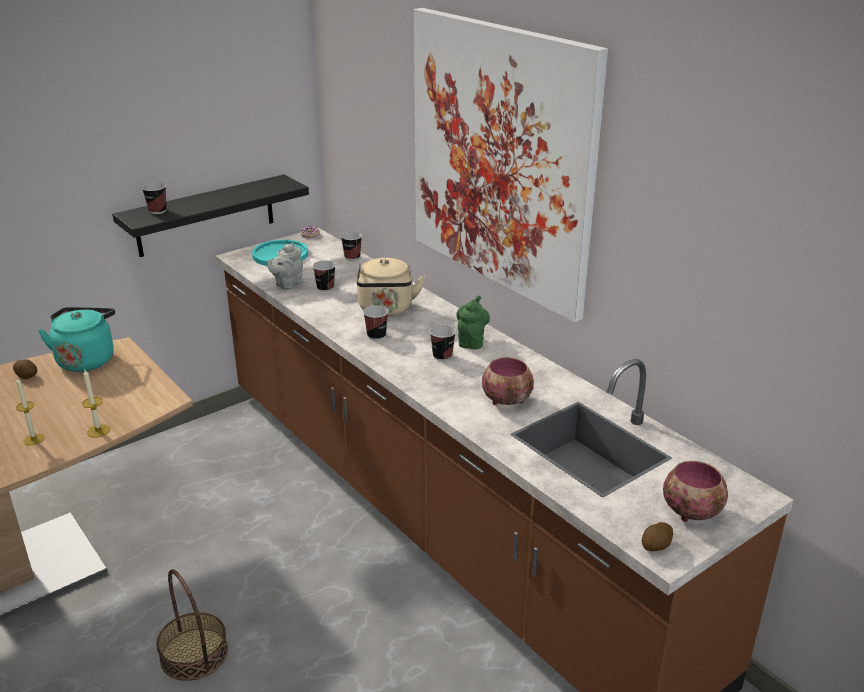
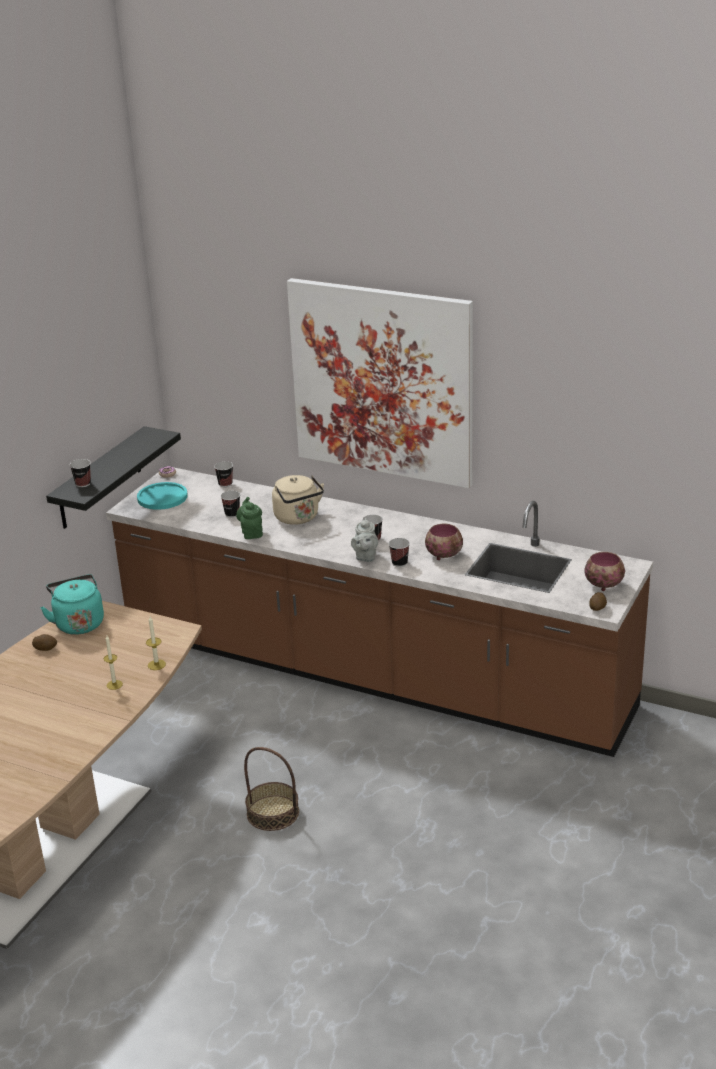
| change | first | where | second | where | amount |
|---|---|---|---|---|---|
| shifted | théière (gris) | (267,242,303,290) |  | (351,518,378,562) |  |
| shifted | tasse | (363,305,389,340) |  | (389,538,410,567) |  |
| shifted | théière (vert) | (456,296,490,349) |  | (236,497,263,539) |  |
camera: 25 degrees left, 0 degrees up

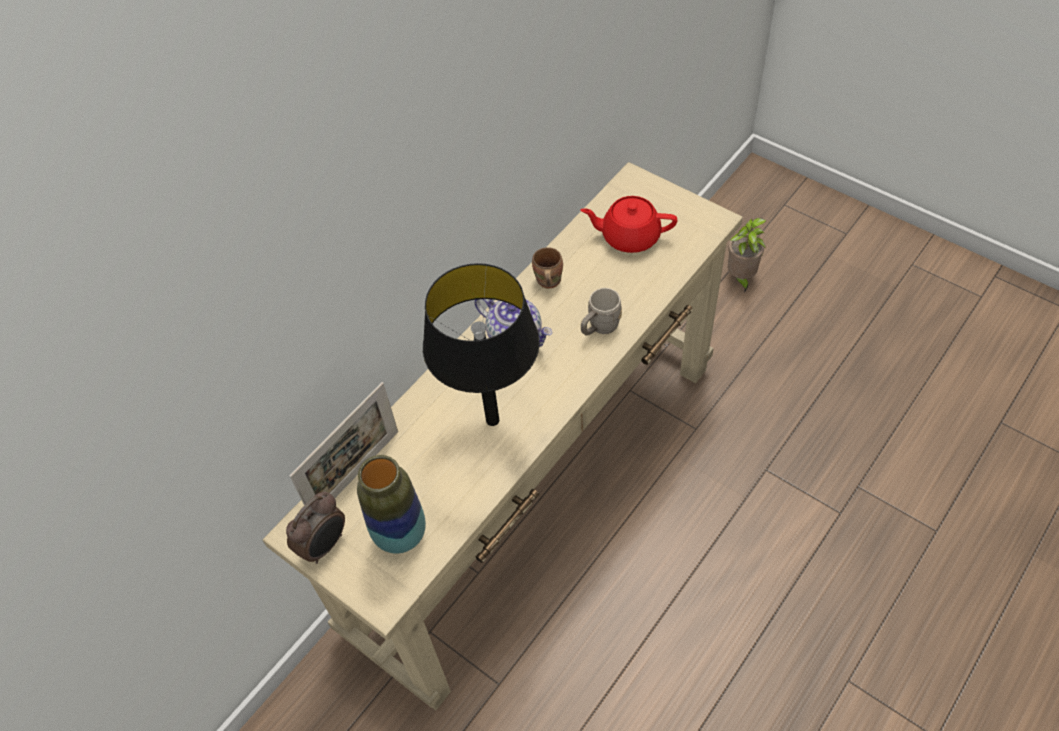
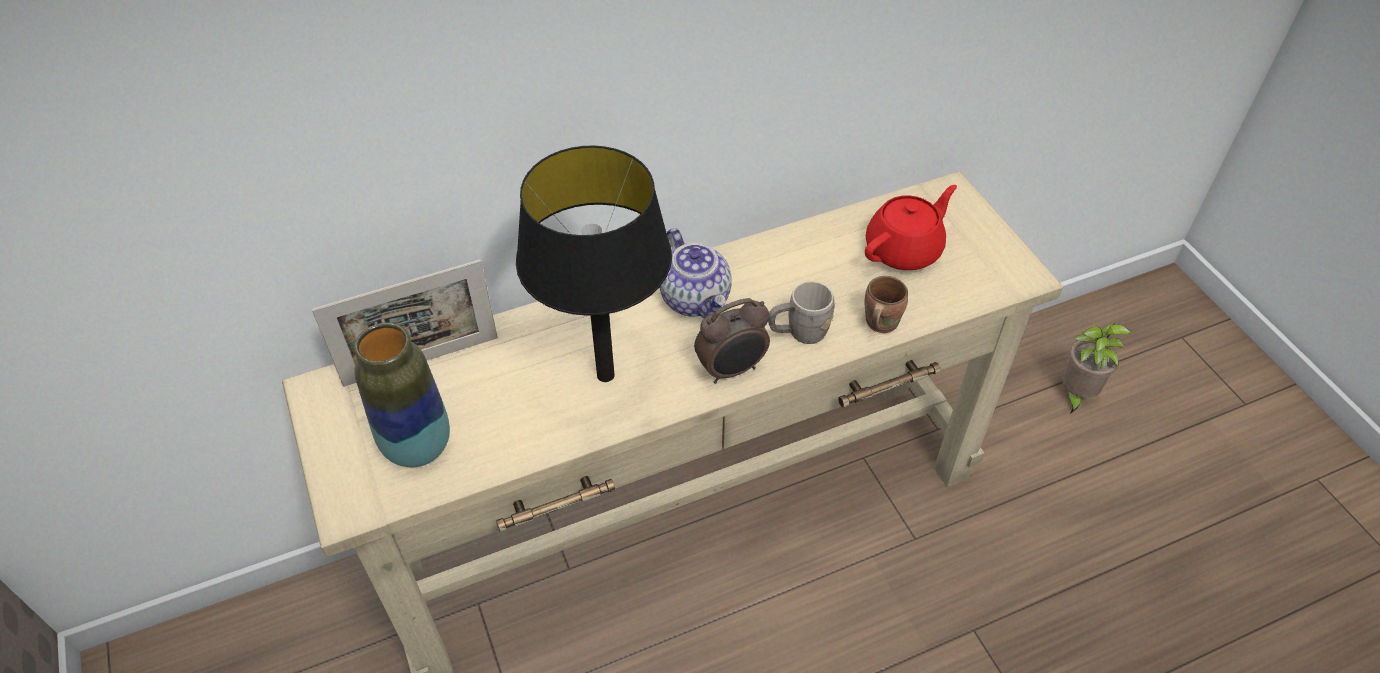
| change | first | where | second | where | amount |
|---|---|---|---|---|---|
| shifted | réveil | (286,492,345,564) |  | (694,298,770,384) |  |
| shifted | mug (marron) | (532,247,563,289) |  | (864,276,908,333) |  |
| rotated | théière (rouge) | (581,196,678,253) |  | (865,185,957,270) | 105 degrees clockwise |
camera: 25 degrees right, 5 degrees down

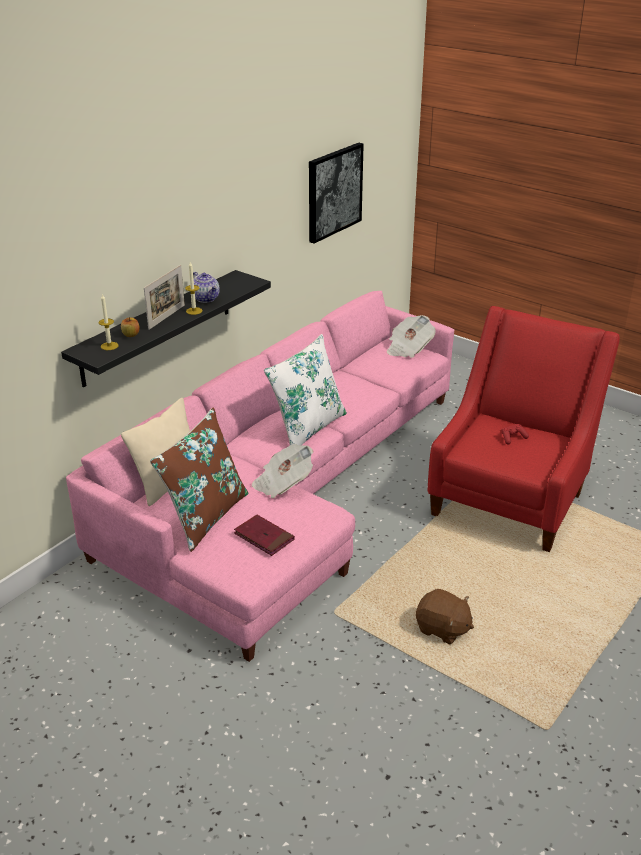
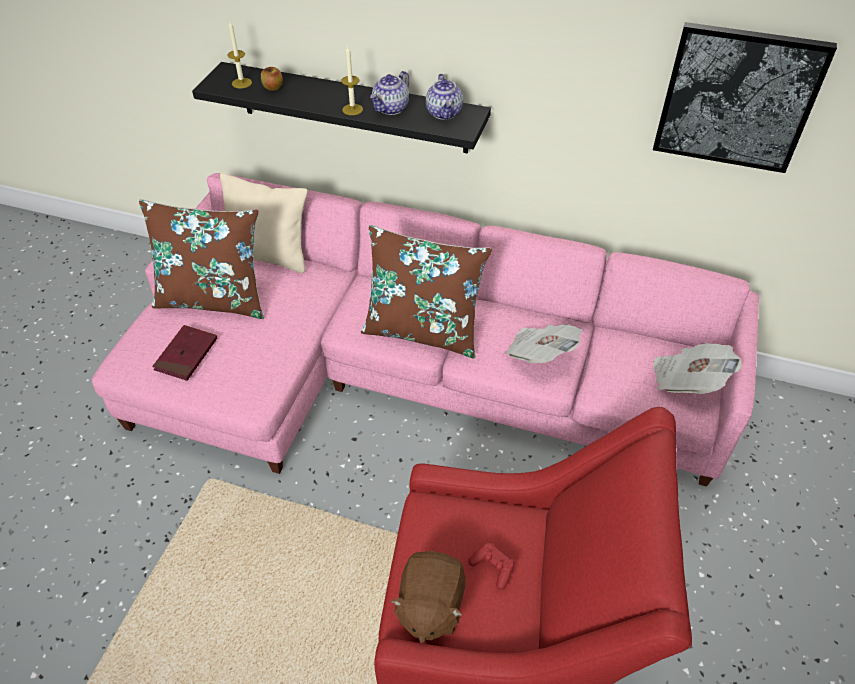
| change | first | where | second | where | amount |
|---|---|---|---|---|---|
| gone | cadre photo | (144,265,185,330) |  |  |  |
| new |  |  | théière | (426,74,463,120) |  |
| shifted | journal | (252,444,314,498) |  | (505,324,583,363) |  |
| shifted | peluche (marron) | (416,589,474,645) |  | (390,551,466,643) |  |
| repainted | coussin (blanc) | (264,334,347,446) | coussin (marron) | (361,225,492,359) |  |
camera: 70 degrees right, 15 degrees up

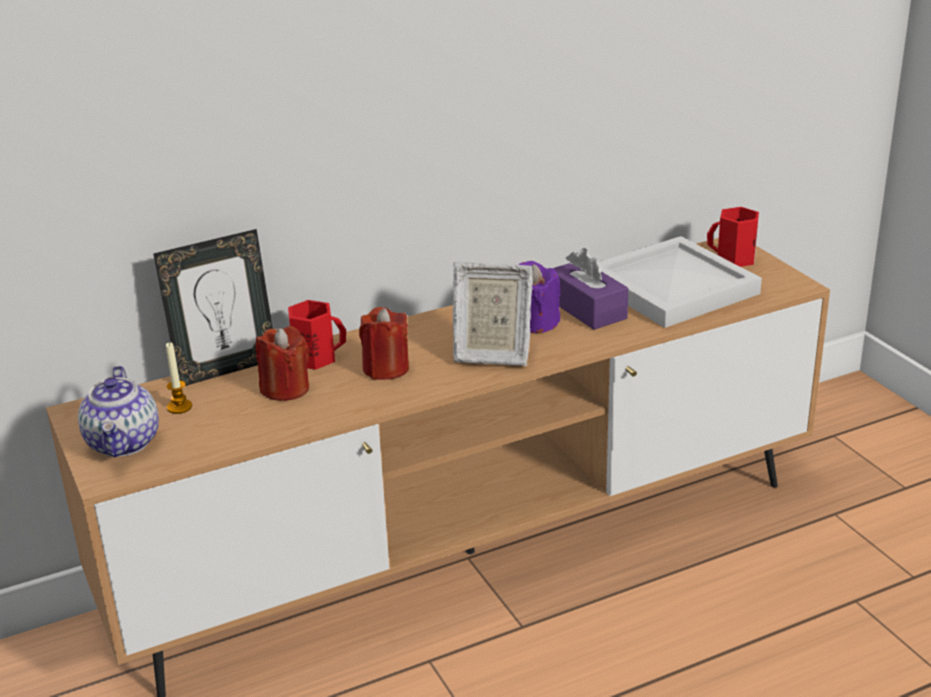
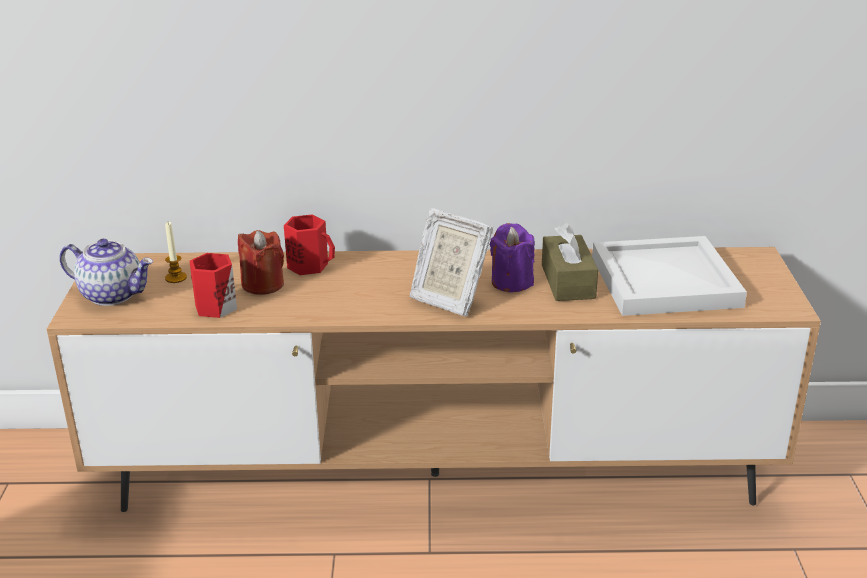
| change | first | where | second | where | amount |
|---|---|---|---|---|---|
| gone | cadre photo | (153,229,273,386) |  |  |  |
| gone | bougie (rouge) | (359,307,409,380) |  |  |  |
| shifted | mug (rouge) | (707,207,759,267) |  | (189,253,237,318) |  |
| repainted | boîte à mouchoirs (violet) | (553,248,629,330) | boîte à mouchoirs (marron) | (542,223,598,301) |  |
| rotated | théière | (78,366,159,457) |  | (59,239,153,306) | 90 degrees counterclockwise |
camera: 25 degrees right, 0 degrees up

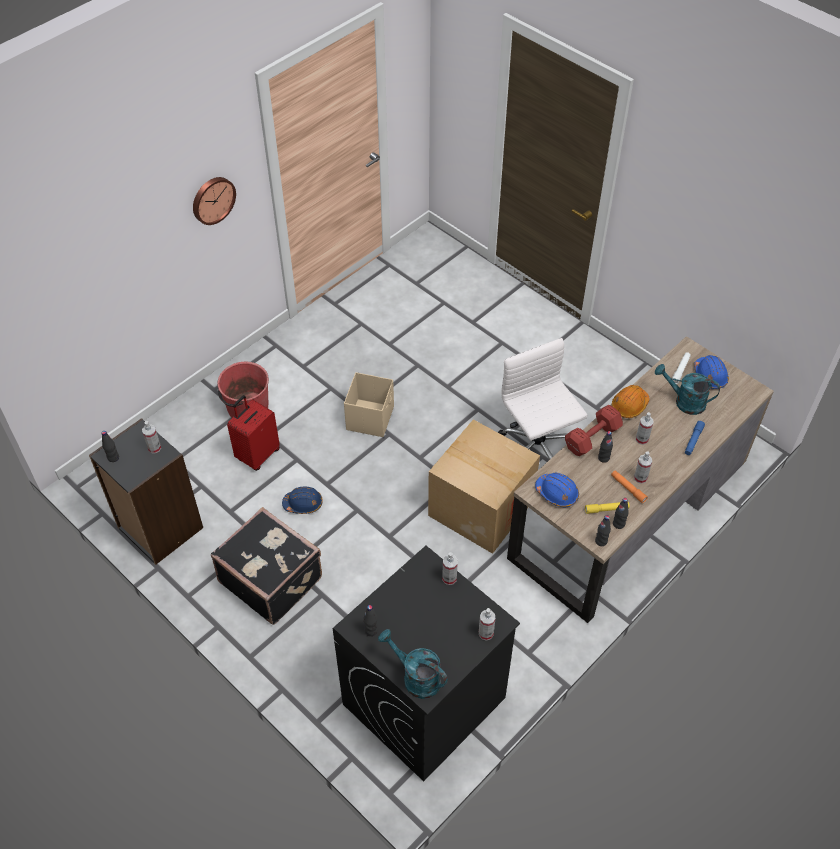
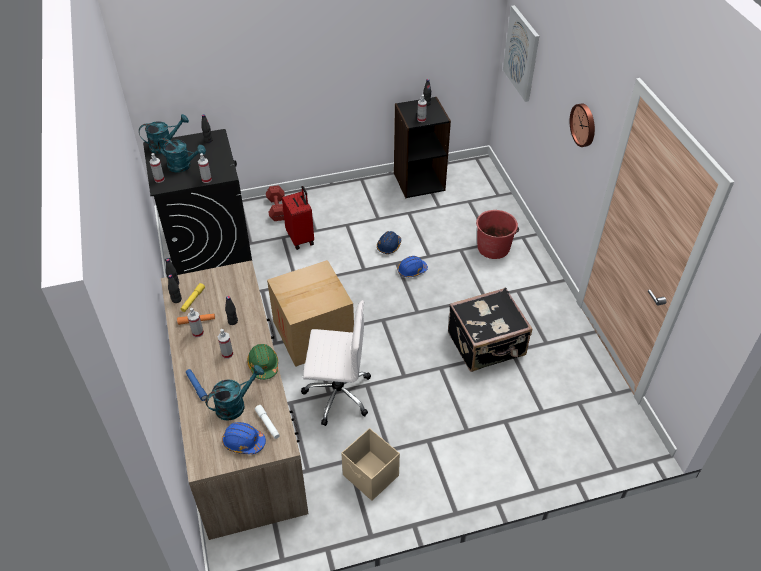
| change | first | where | second | where | amount |
|---|---|---|---|---|---|
| new |  |  | arrosoir (turquoise) | (158,138,206,173) |  |
| new |  |  | tableau | (503,5,539,102) |  |
| shifted | valise (noir) | (211,507,322,625) |  | (448,287,532,372) |  |
| shifted | valise (rouge) | (227,395,280,471) |  | (282,186,314,250) |  |
| shifted | boîte de rangement (beige) | (344,372,394,437) |  | (341,428,400,501) |  |
| shifted | casque de chantier (bleu) | (535,473,579,507) |  | (397,256,428,277) |  |
| shifted | haltère (rouge) | (565,405,623,456) |  | (266,185,285,221) |  |
| repainted | casque de chantier (orange) | (612,385,649,418) | casque de chantier (vert) | (247,344,278,380) |  |
camera: 120 degrees right, 5 degrees down

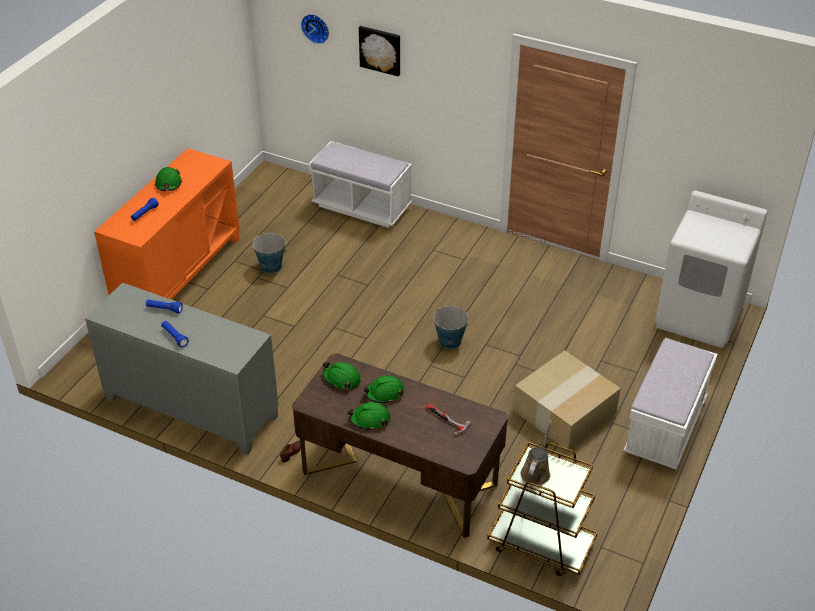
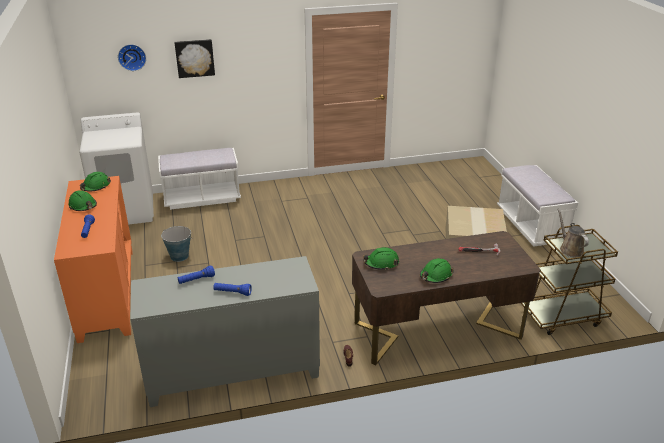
| change | first | where | second | where | amount |
|---|---|---|---|---|---|
| gone | seau | (433,306,469,349) |  |  |  |
| shifted | casque de chantier (vert) | (363,375,404,403) |  | (80,172,111,191) |  |
| shifted | lave-linge (blanc) | (655,191,768,348) |  | (79,112,154,225) |  |
camera: 40 degrees left, 10 degrees down

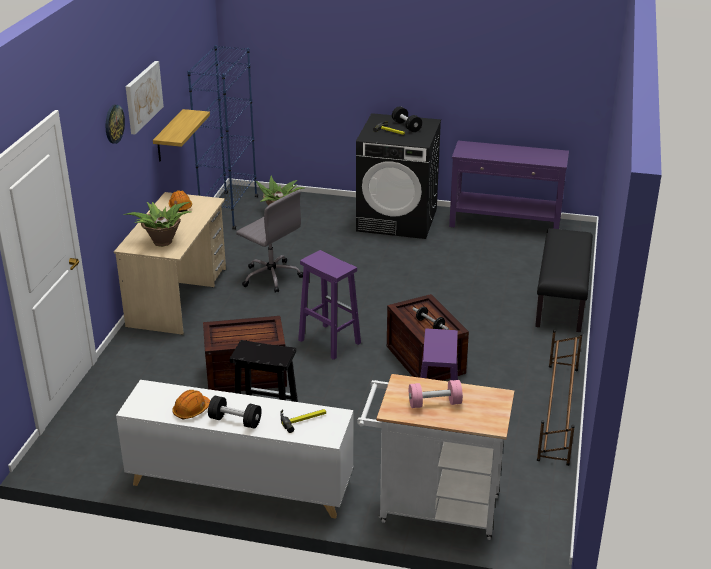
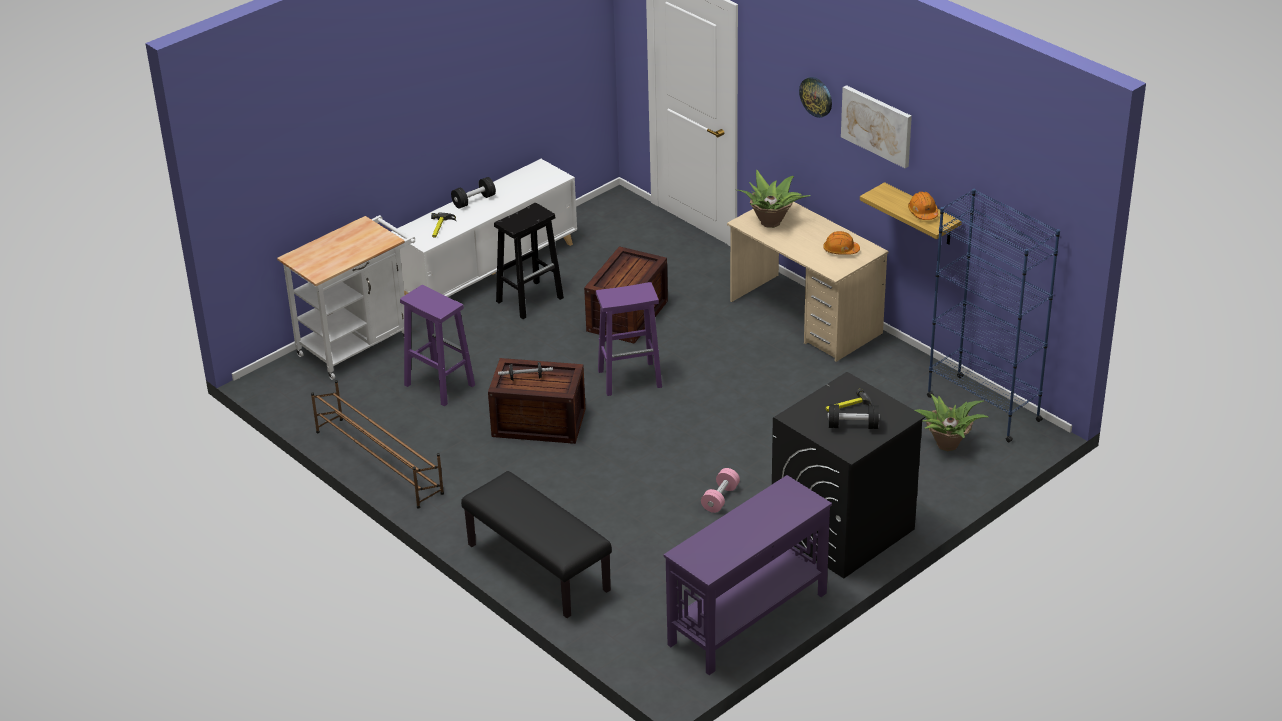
| change | first | where | second | where | amount |
|---|---|---|---|---|---|
| gone | chaise de bureau (gris) | (236,191,303,293) |  |  |  |
| shifted | casque de chantier (orange) | (172,390,210,420) |  | (908,192,938,220) |  |
| shifted | haltère (rose) | (409,380,463,408) |  | (701,468,740,513) |  |
camera: 125 degrees right, 5 degrees up

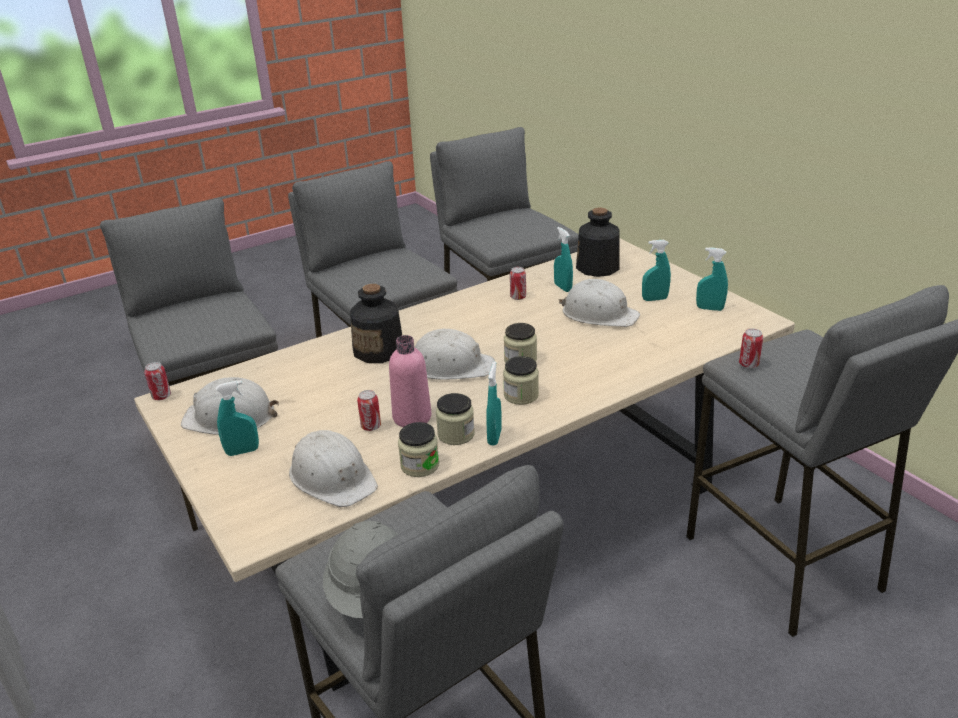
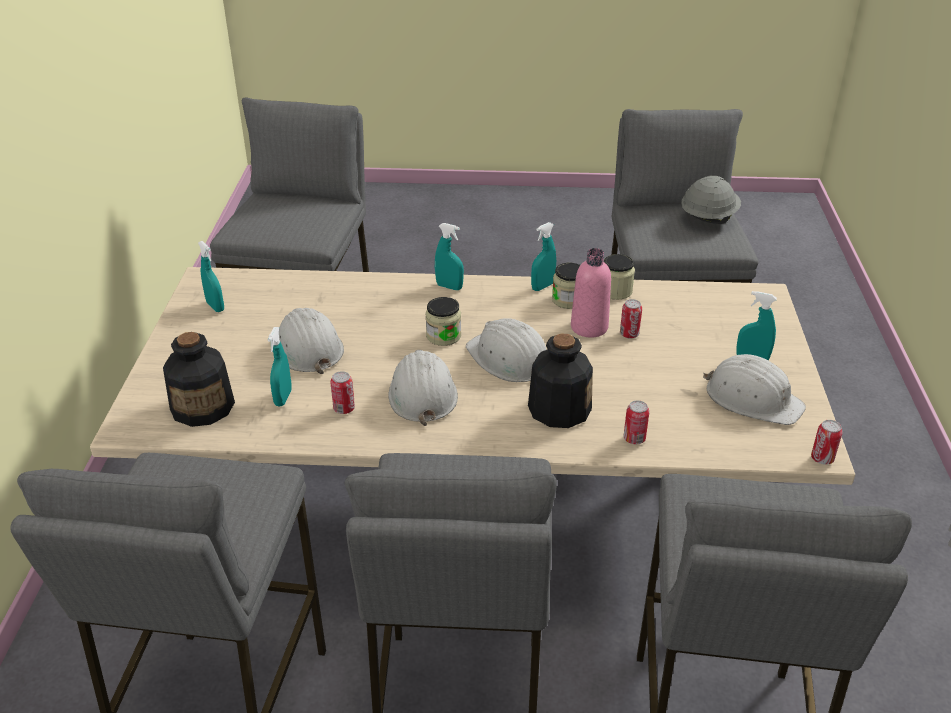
| change | first | where | second | where | amount |
|---|---|---|---|---|---|
| gone | bocal | (503,356,539,405) |  |  |  |
| shifted | casque de chantier (blanc) | (289,430,378,507) |  | (388,350,458,426) |  |
| shifted | vaporisateur (turquoise) | (642,240,671,301) |  | (435,223,464,290) |  |
| shifted | boîte métallique | (739,328,763,368) |  | (624,400,650,444) |  |
camera: 145 degrees left, 5 degrees up

